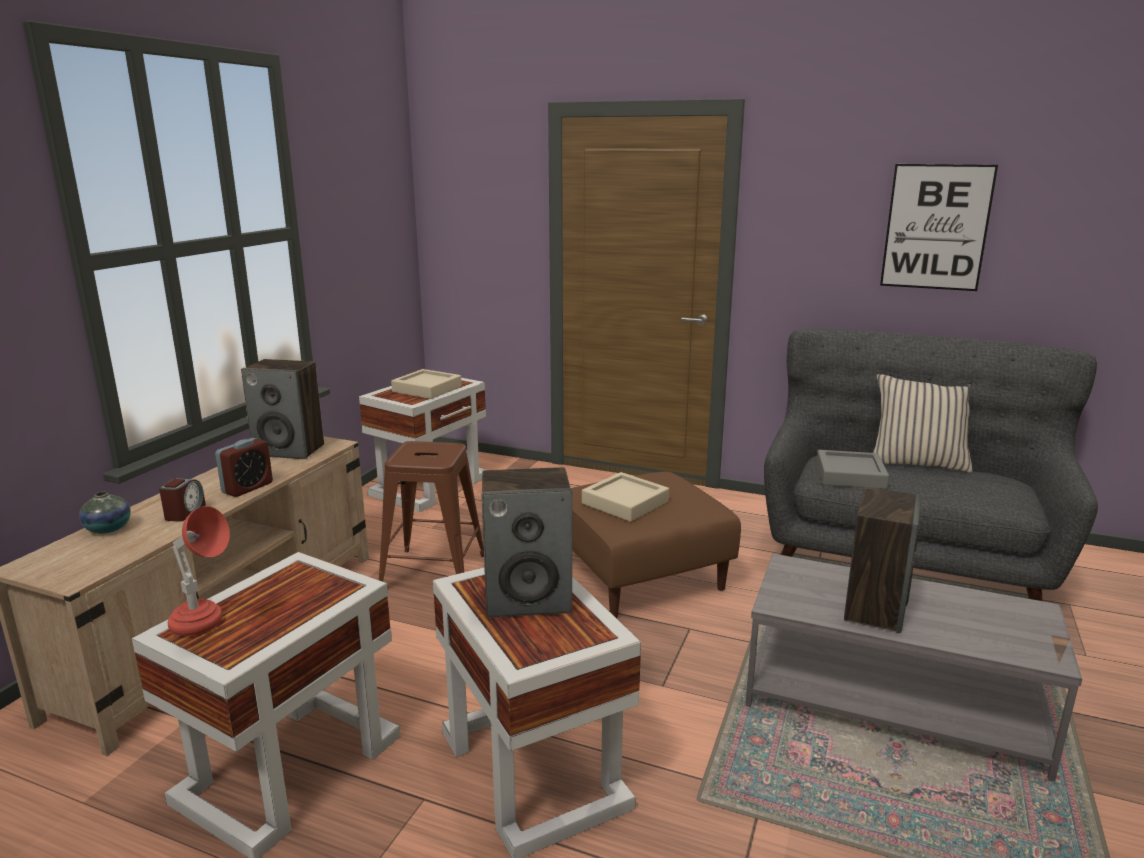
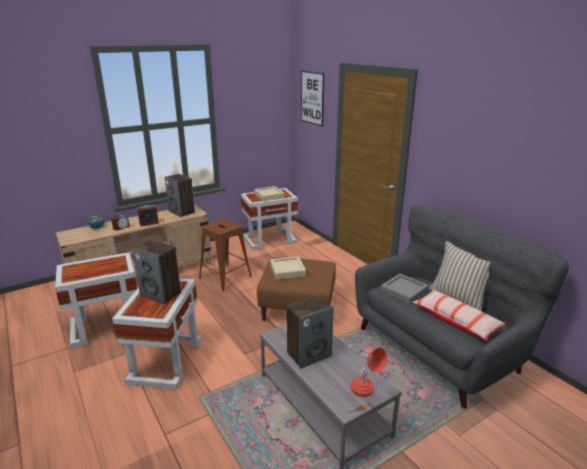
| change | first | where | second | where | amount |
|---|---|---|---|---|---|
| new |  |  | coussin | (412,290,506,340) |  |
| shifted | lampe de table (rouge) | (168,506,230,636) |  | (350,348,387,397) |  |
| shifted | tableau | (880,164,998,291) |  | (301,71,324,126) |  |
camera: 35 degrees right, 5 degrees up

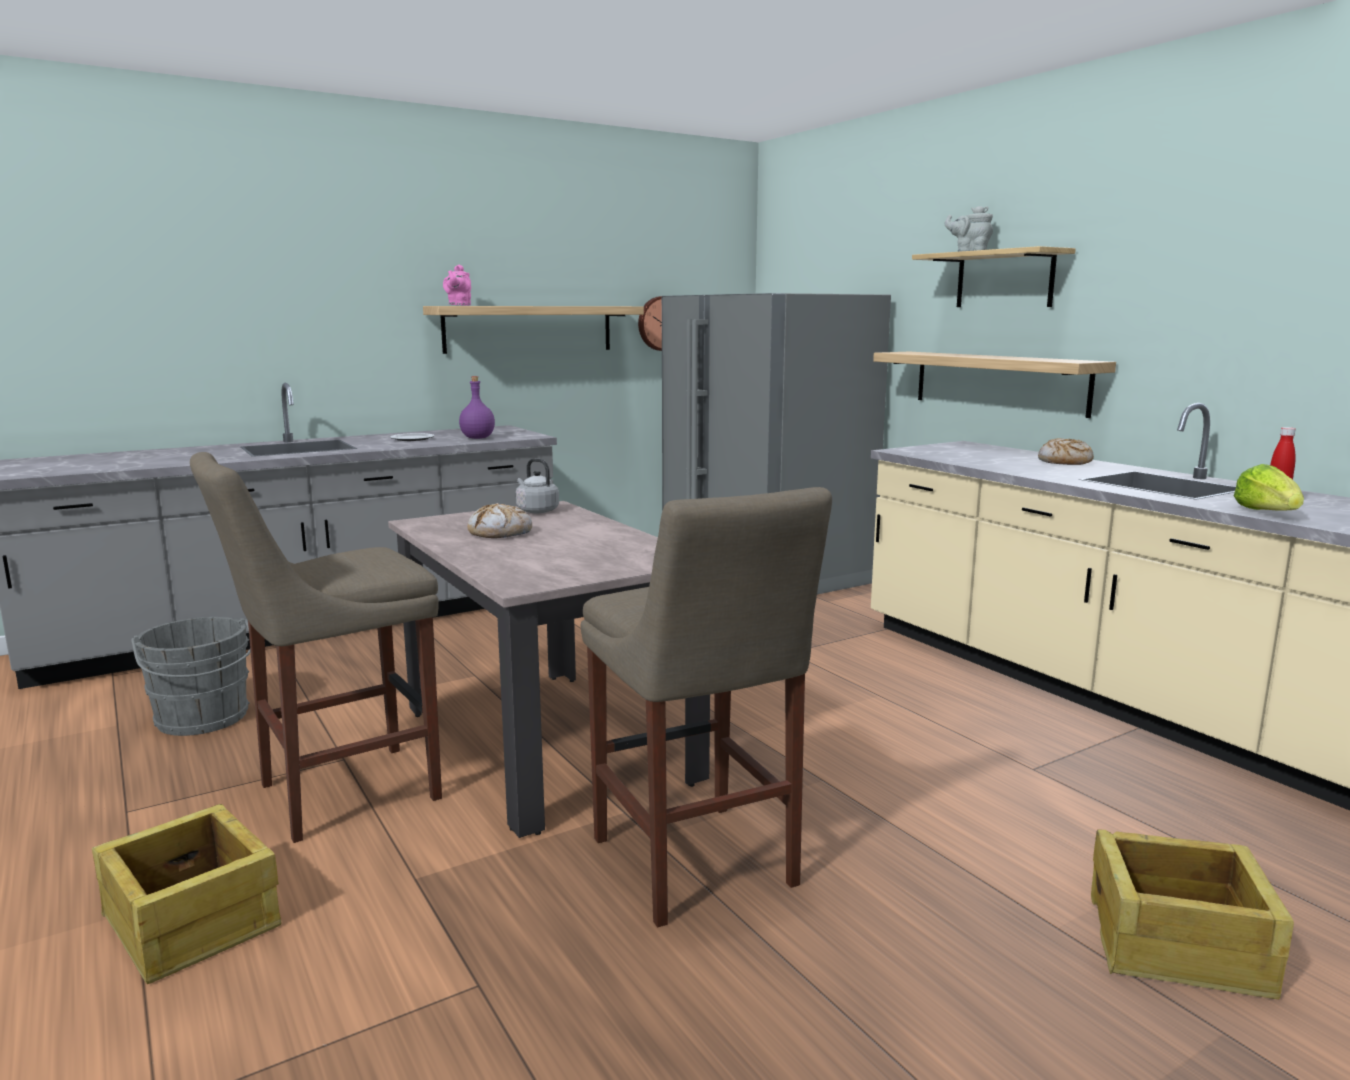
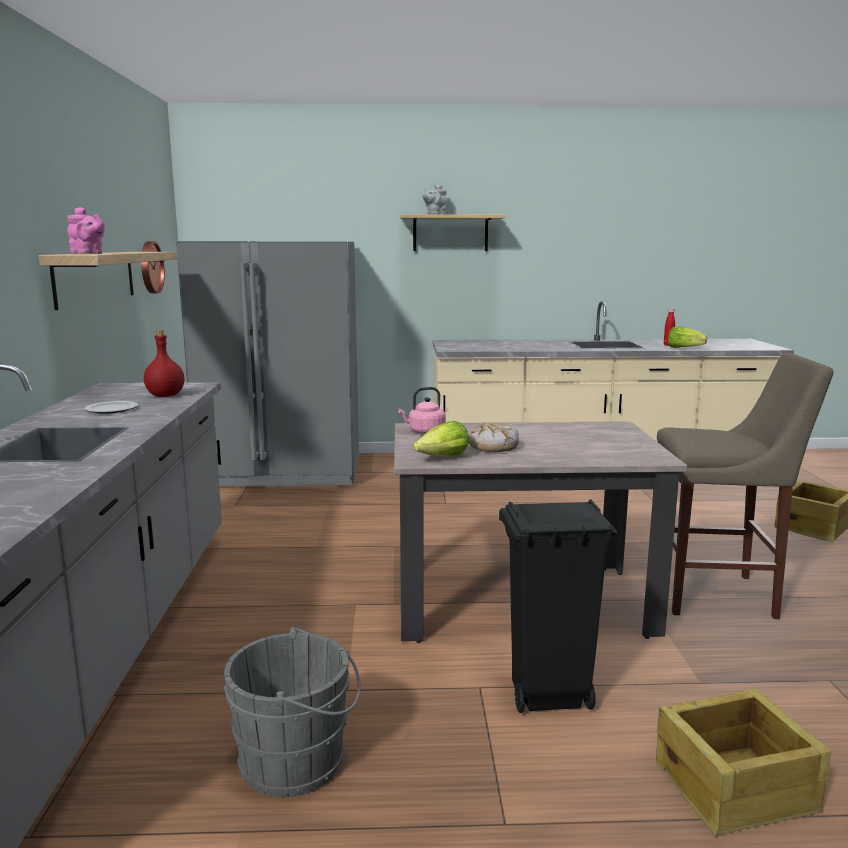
| change | first | where | second | where | amount |
|---|---|---|---|---|---|
| gone | étagère | (873,352,1116,418) |  |  |  |
| gone | pain | (1038,438,1094,465) |  |  |  |
| new |  |  | laitue | (414,421,470,456) |  |
| swapped | tabouret (beige) | (190,452,442,843) | poubelle (noir) | (499,499,618,713) |  |
| repainted | bouteille (violet) | (459,376,495,439) | bouteille (rouge) | (144,330,184,397) |  |
| repainted | bouilloire (gris) | (516,458,559,513) | bouilloire (rose) | (398,387,446,434) |  |
camera: 60 degrees left, 0 degrees up

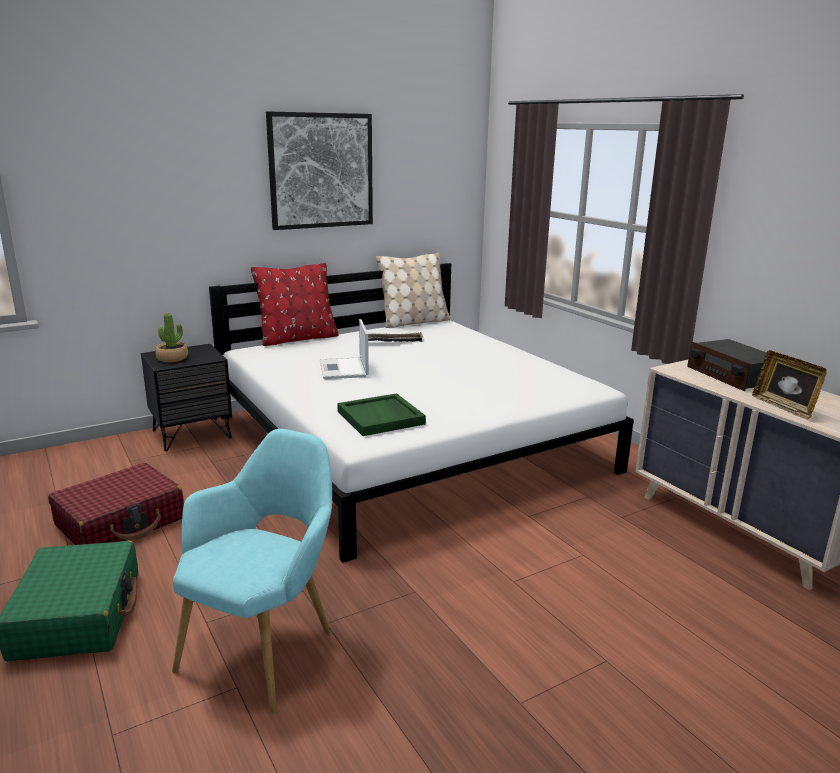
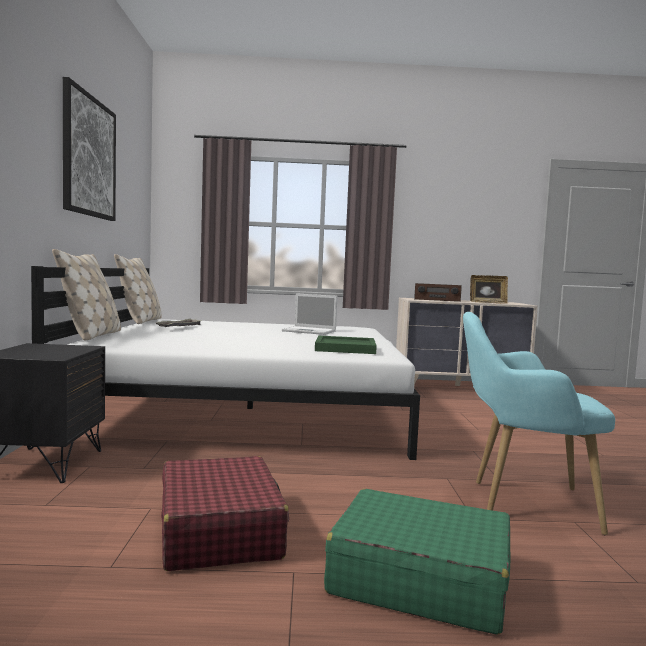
| change | first | where | second | where | amount |
|---|---|---|---|---|---|
| gone | plante en pot | (155,313,188,362) |  |  |  |
| shifted | ordinateur portable | (320,319,369,379) |  | (282,293,337,335) |  |
| repainted | coussin (rouge) | (251,263,339,346) | coussin (beige) | (52,249,121,341) |  |
| rotated | fauteuil (turquoise) | (172,429,332,714) |  | (463,312,615,535) | 45 degrees counterclockwise |
camera: 60 degrees left, 15 degrees down

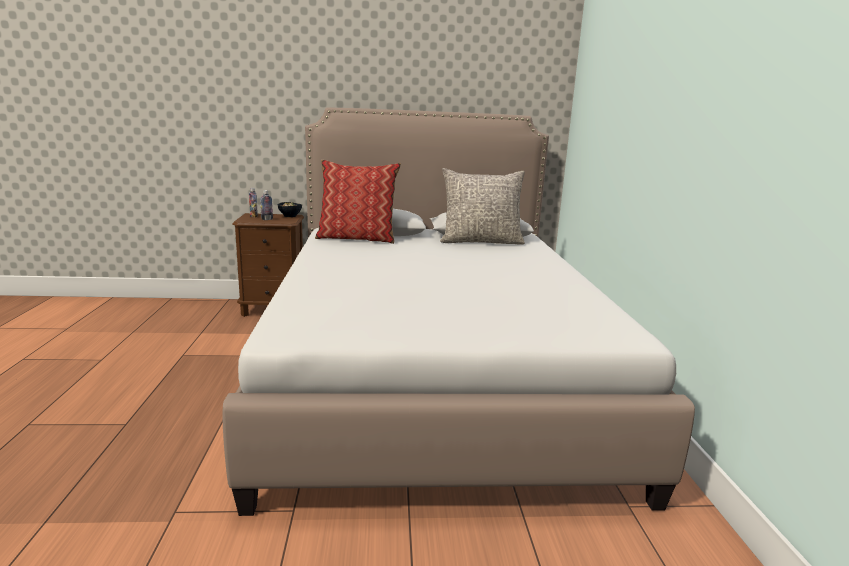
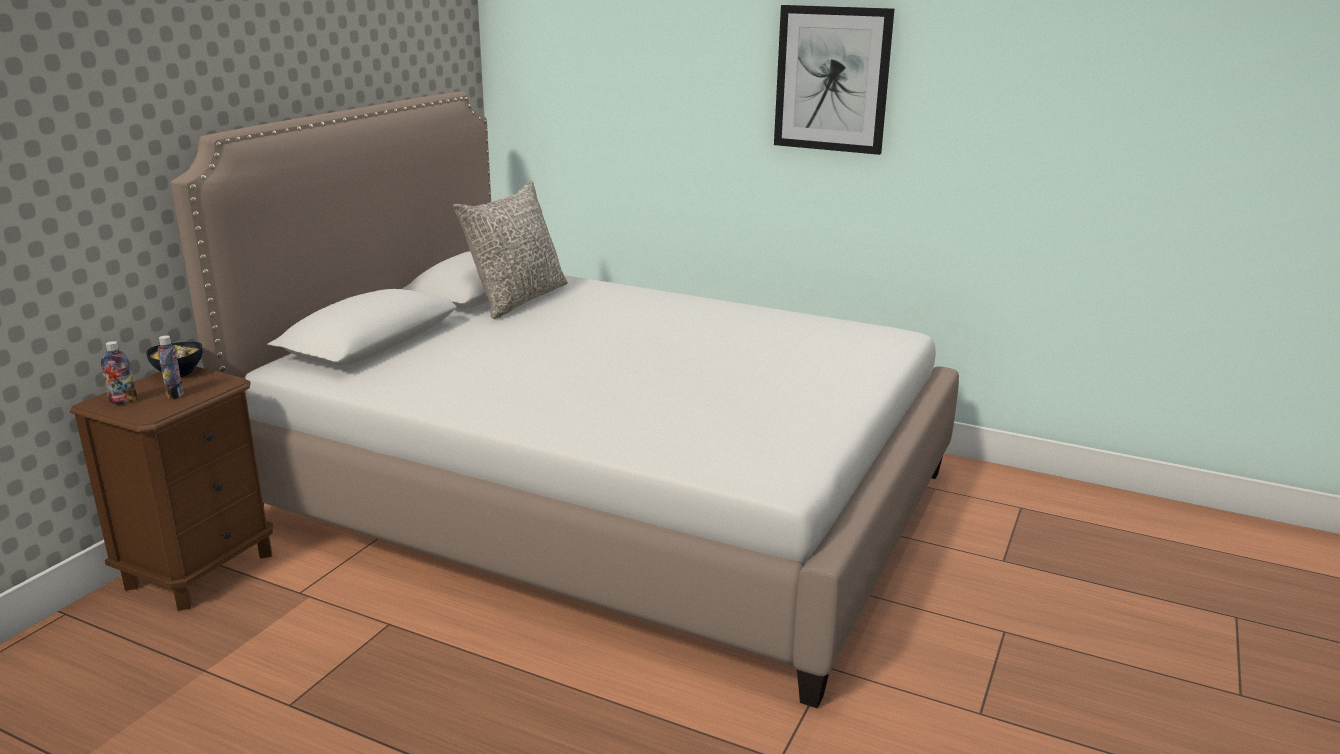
| change | first | where | second | where | amount |
|---|---|---|---|---|---|
| gone | coussin | (315,160,401,244) |  |  |  |
| new |  |  | tableau | (774,5,894,155) |  |
camera: 60 degrees left, 5 degrees up

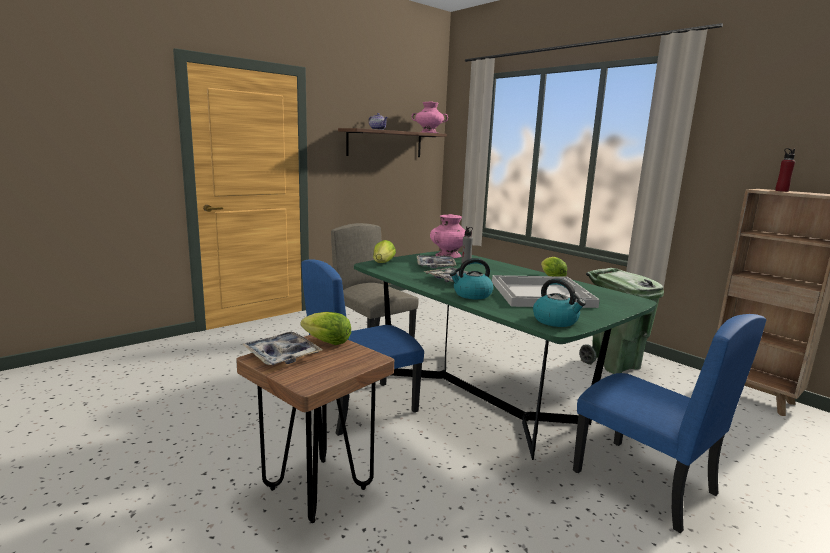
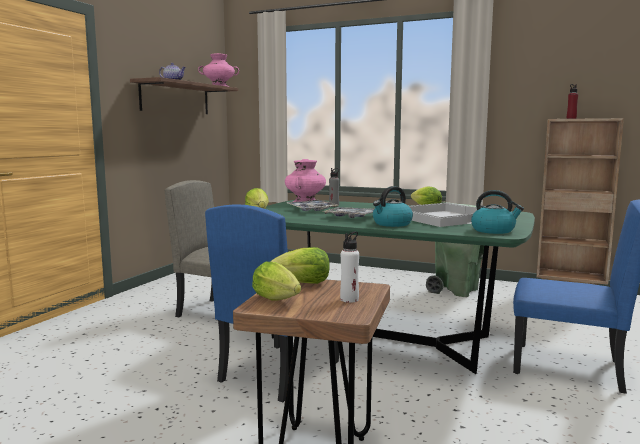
| change | first | where | second | where | amount |
|---|---|---|---|---|---|
| new |  |  | bouteille (blanc) | (340,231,359,303) |  |
| swapped | plateau | (242,332,323,365) | laitue | (252,262,301,301) |  |
camera: 25 degrees left, 5 degrees down

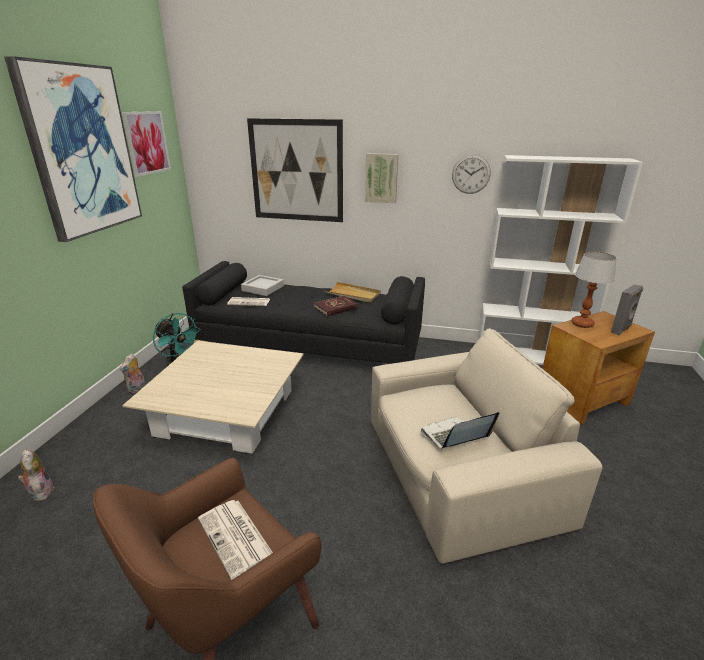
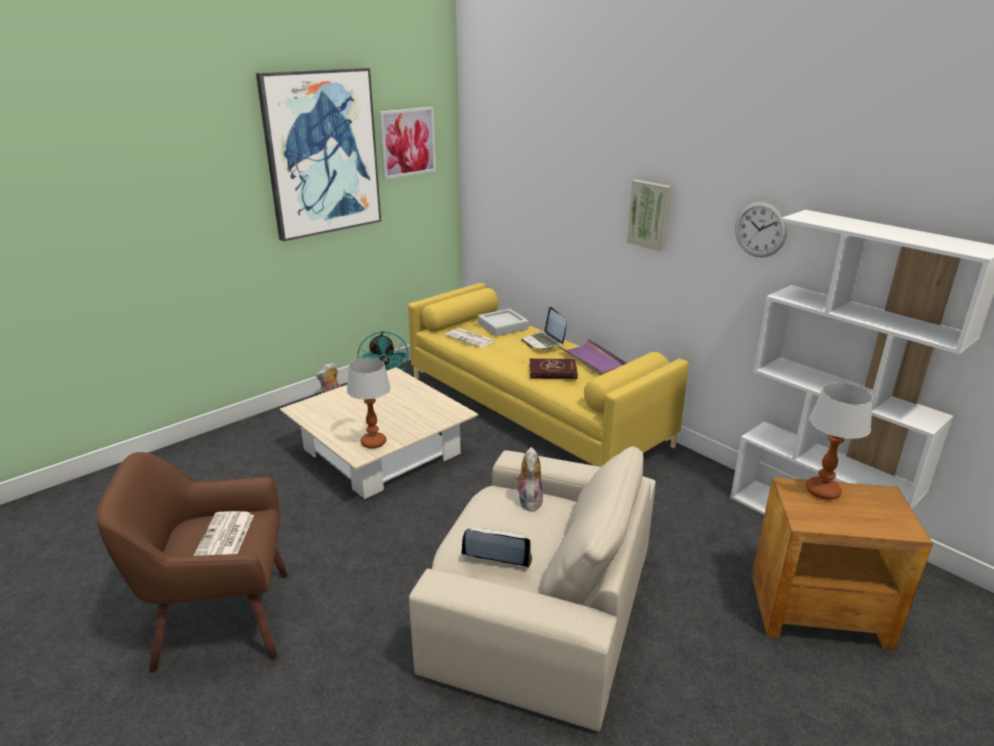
| change | first | where | second | where | amount |
|---|---|---|---|---|---|
| gone | tableau | (247,118,343,222) |  |  |  |
| gone | enceinte (gris) | (611,284,643,335) |  |  |  |
| new |  |  | lampe de table | (347,358,391,449) |  |
| new |  |  | ordinateur portable | (521,307,567,350) |  |
| shifted | peluche | (18,449,54,501) |  | (515,447,543,511) |  |
| repainted | canapé (noir) | (182,261,425,364) | canapé (jaune) | (408,283,689,467) |  |
| repainted | plateau (beige) | (324,282,381,303) | plateau (violet) | (560,339,627,375) |  |
camera: 35 degrees right, 0 degrees up

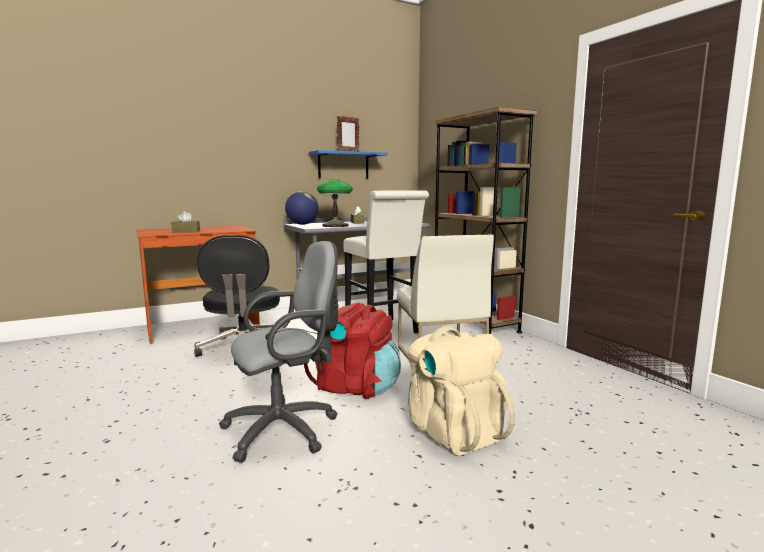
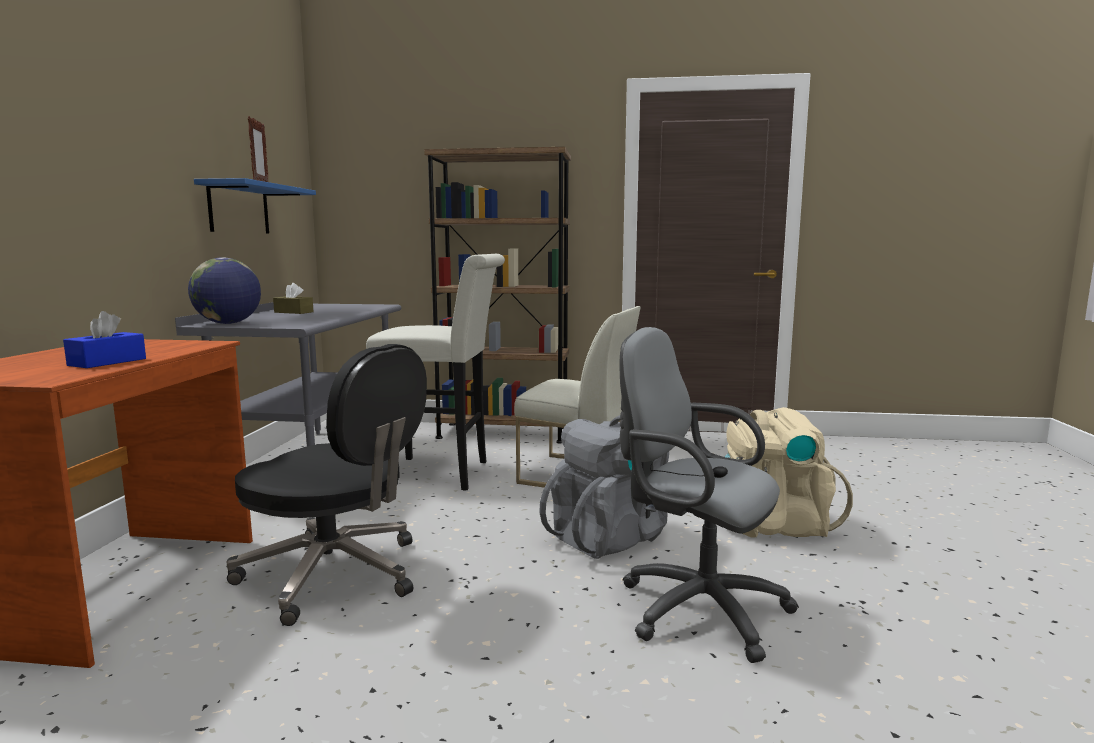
| change | first | where | second | where | amount |
|---|---|---|---|---|---|
| gone | lampe de table | (317,179,353,227) |  |  |  |
| repainted | boîte à mouchoirs (marron) | (171,211,200,233) | boîte à mouchoirs (bleu) | (63,311,146,368) |  |
| repainted | sac à dos (rouge) | (304,303,401,399) | sac à dos (gris) | (539,415,669,559) |  |
| rotated | chaise de bureau (gris) | (219,241,339,463) |  | (620,327,799,663) | 60 degrees counterclockwise |
camera: 55 degrees left, 0 degrees up

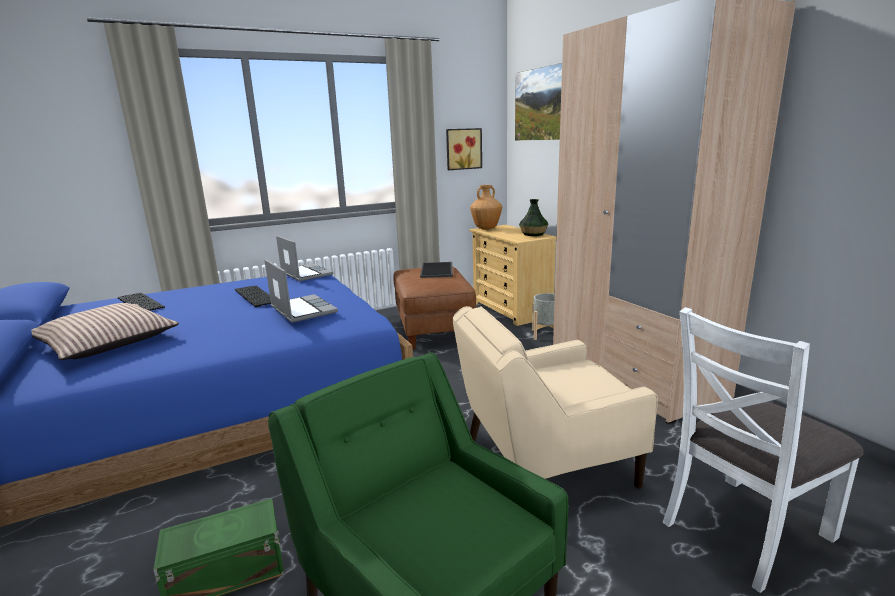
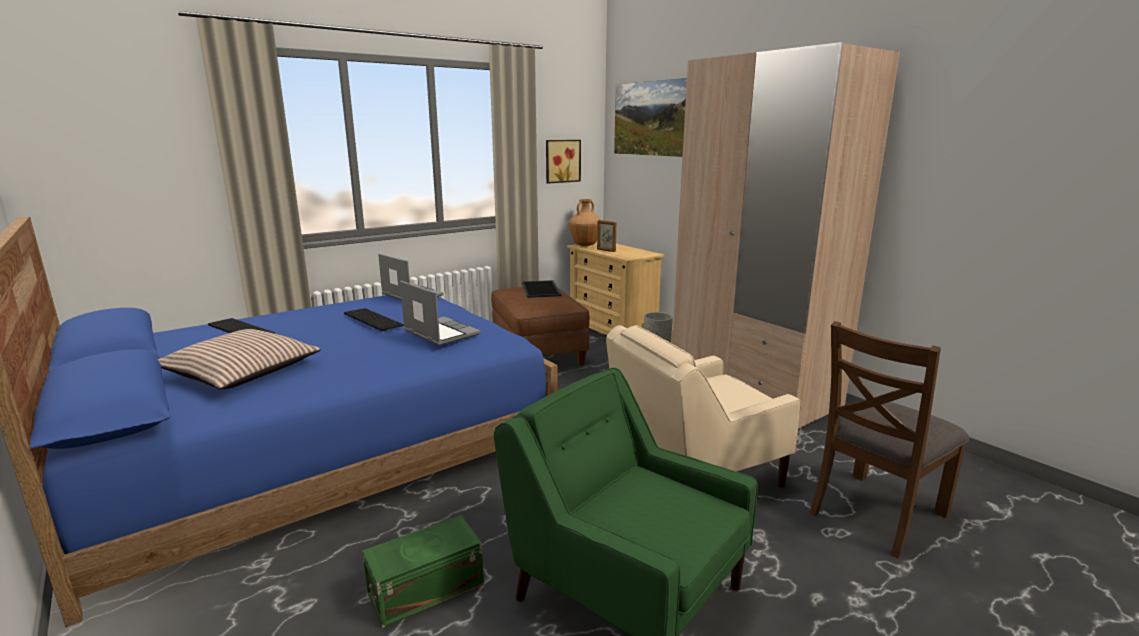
| change | first | where | second | where | amount |
|---|---|---|---|---|---|
| gone | vase | (519,199,548,236) |  |  |  |
| new |  |  | cadre photo | (597,220,617,252) |  |
| repainted | chaise (blanc) | (663,307,864,593) | chaise (marron) | (809,321,969,559) |  |
camera: 10 degrees left, 0 degrees up

